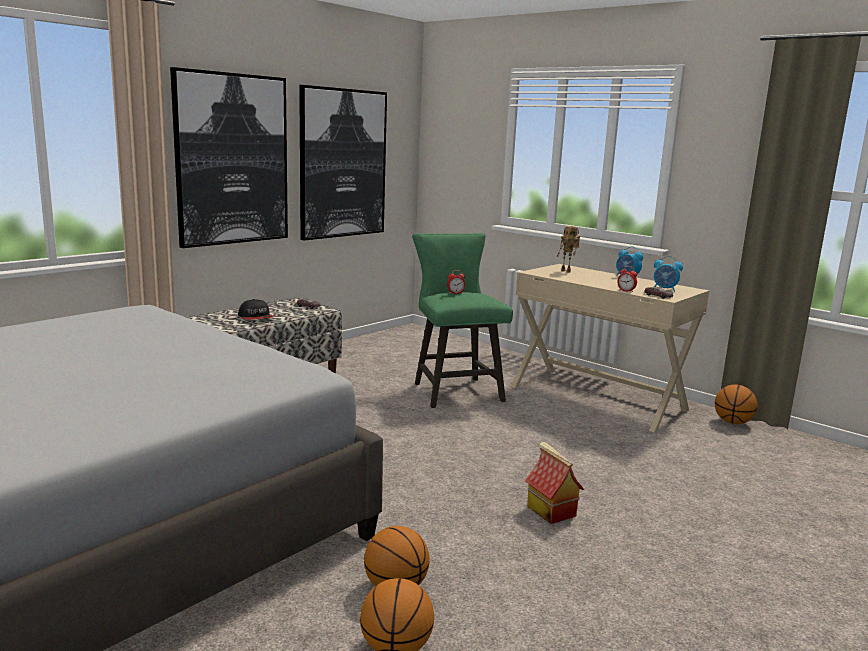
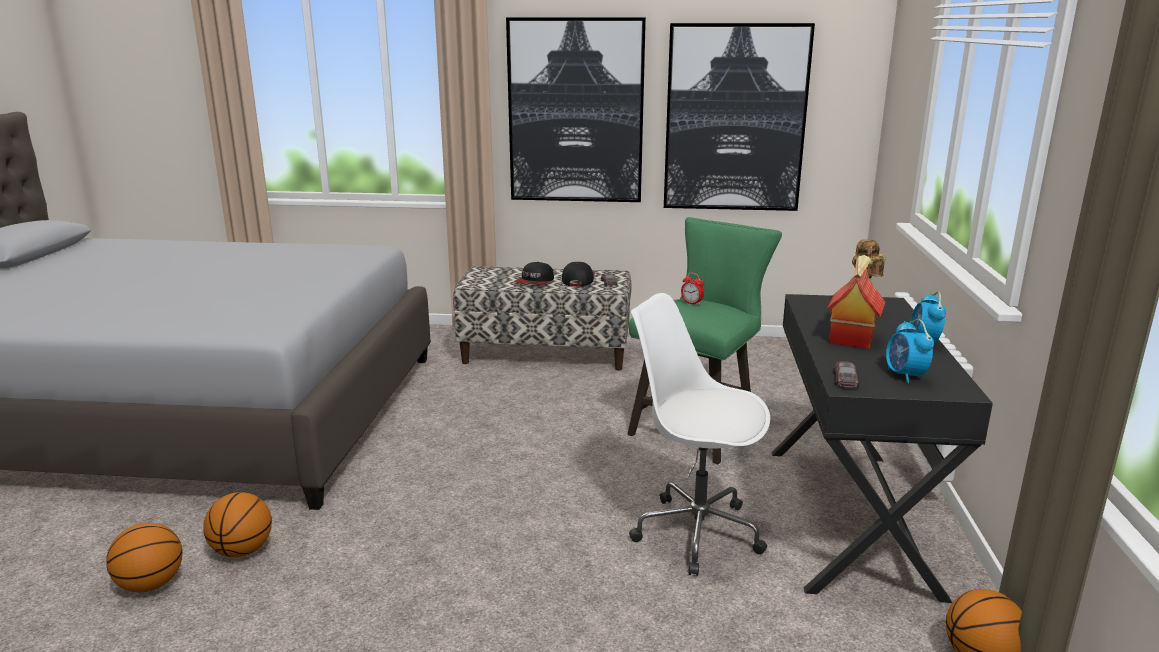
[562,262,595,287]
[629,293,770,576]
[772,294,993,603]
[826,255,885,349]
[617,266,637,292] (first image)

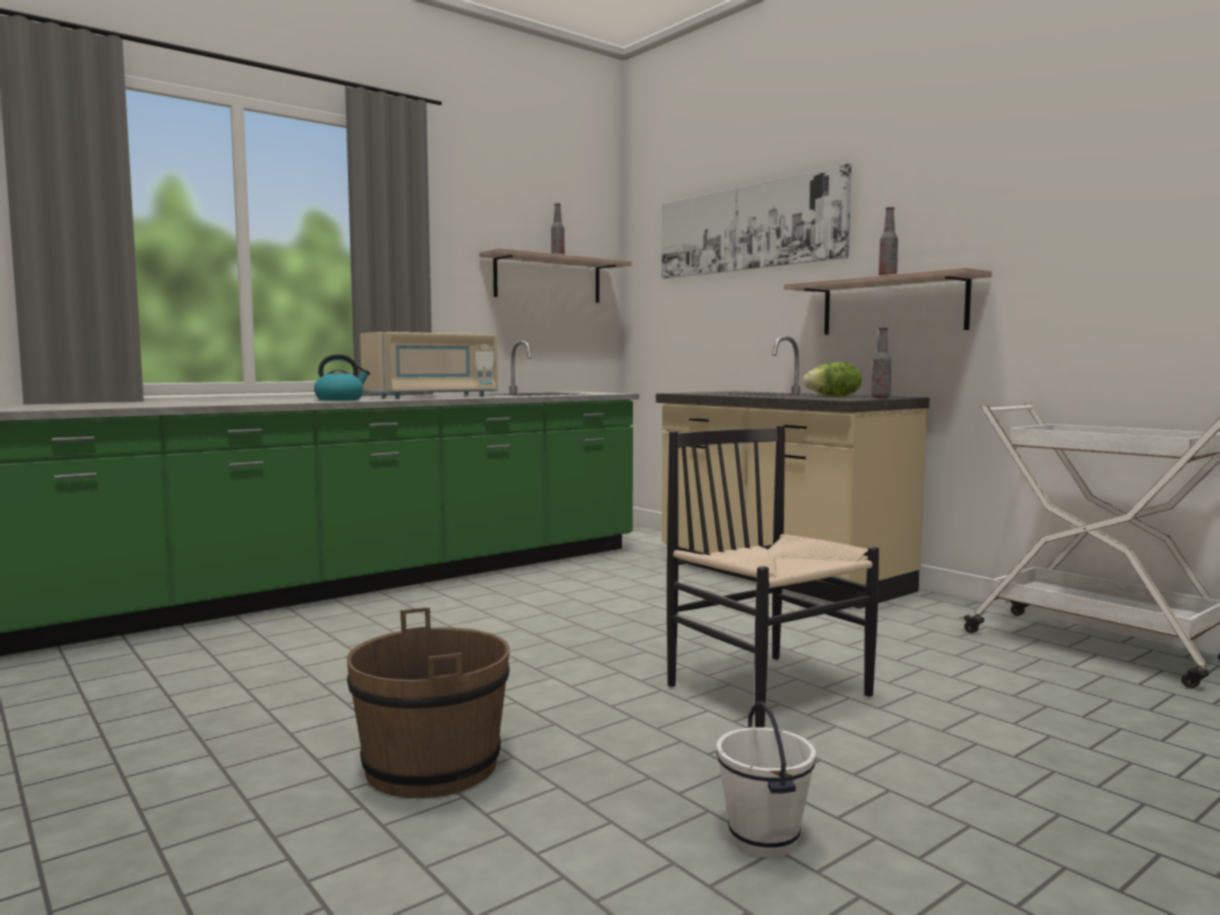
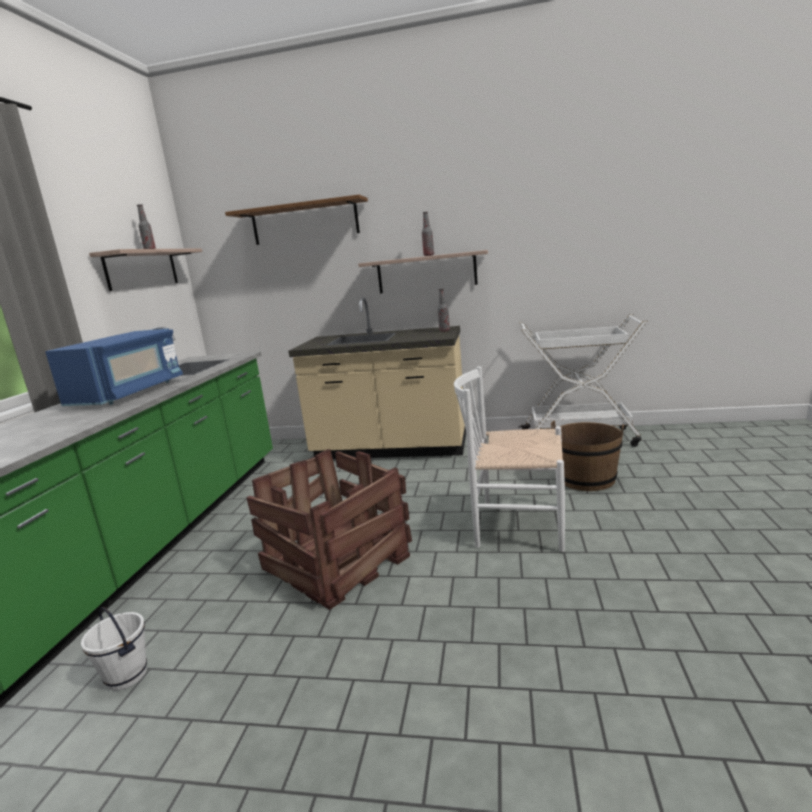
[45,329,183,406]
[81,607,147,691]
[225,195,368,245]
[246,449,412,610]
[454,366,565,552]
[551,421,624,491]
[314,354,370,401] (first image)
[803,362,862,396] (first image)

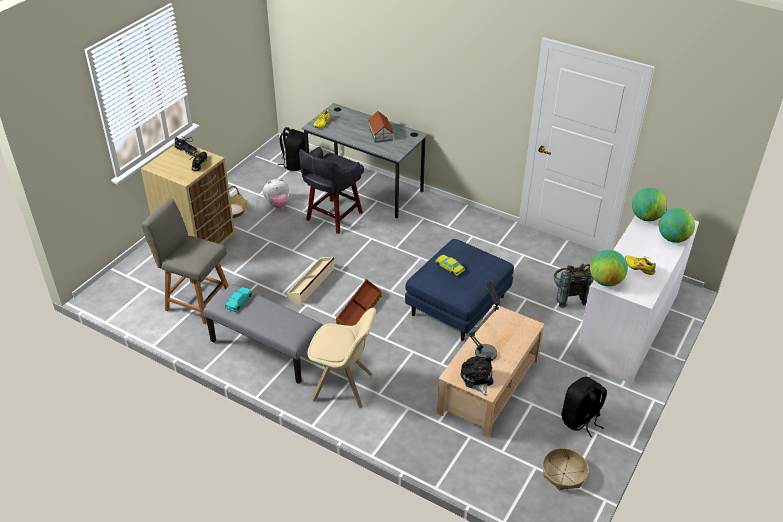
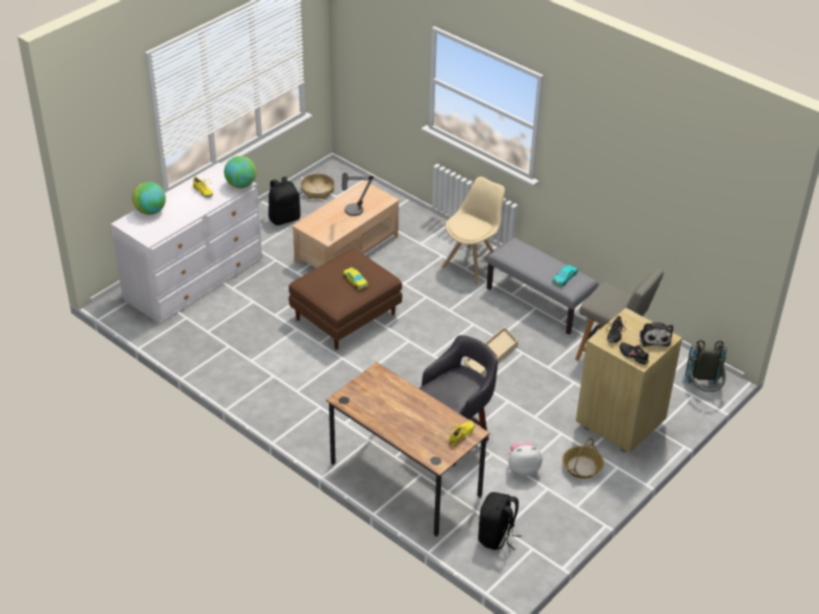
[289,249,402,350]
[326,362,490,536]
[442,177,505,284]
[640,322,673,347]
[682,340,727,392]
[336,279,382,326] (first image)
[368,111,394,143] (first image)
[632,188,667,221] (first image)

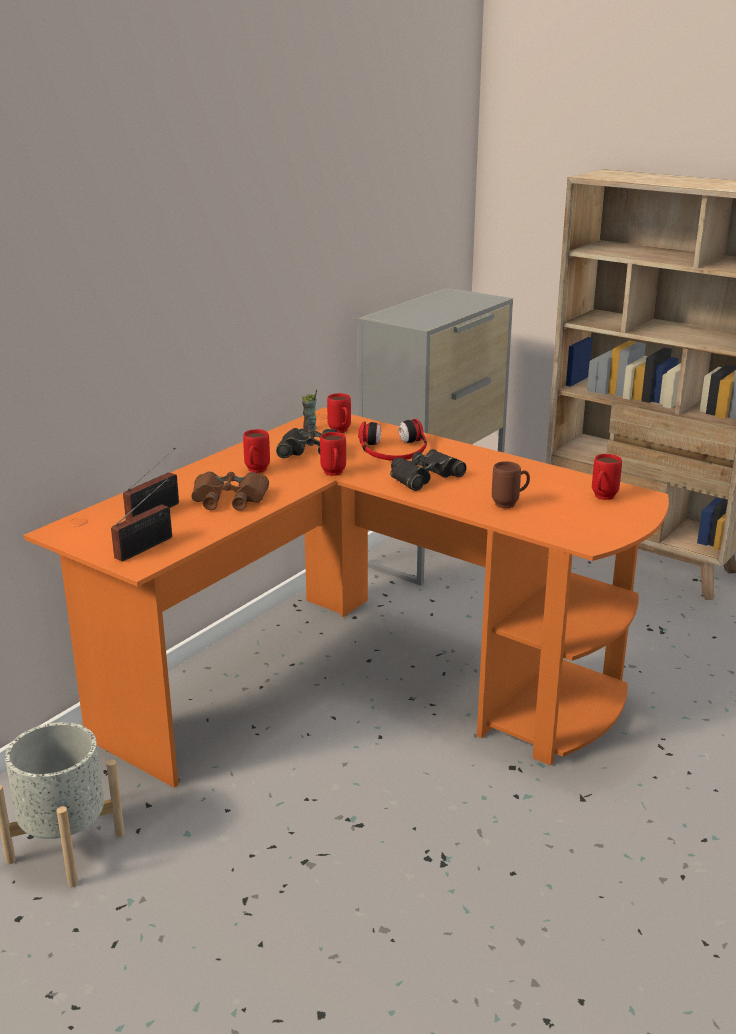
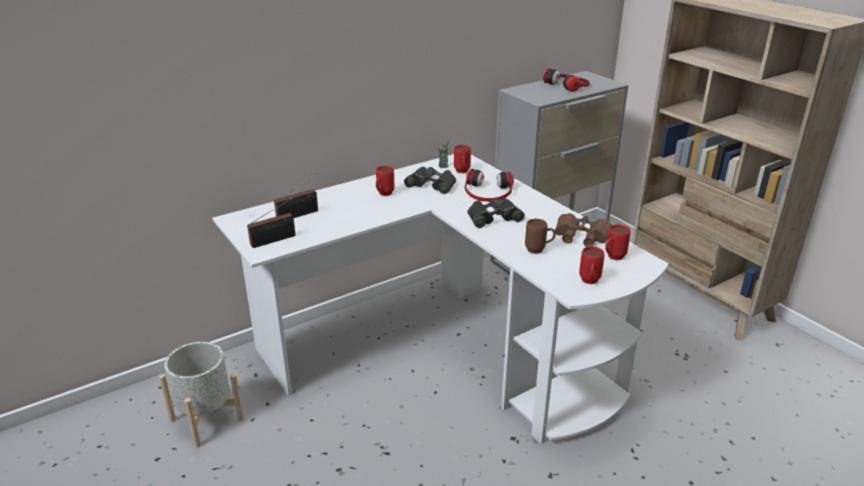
[212,154,669,444]
[543,68,590,92]
[555,213,612,247]
[579,246,604,284]

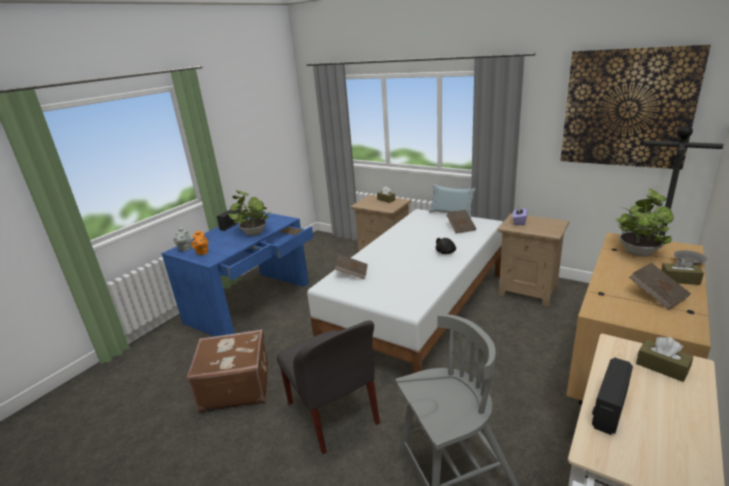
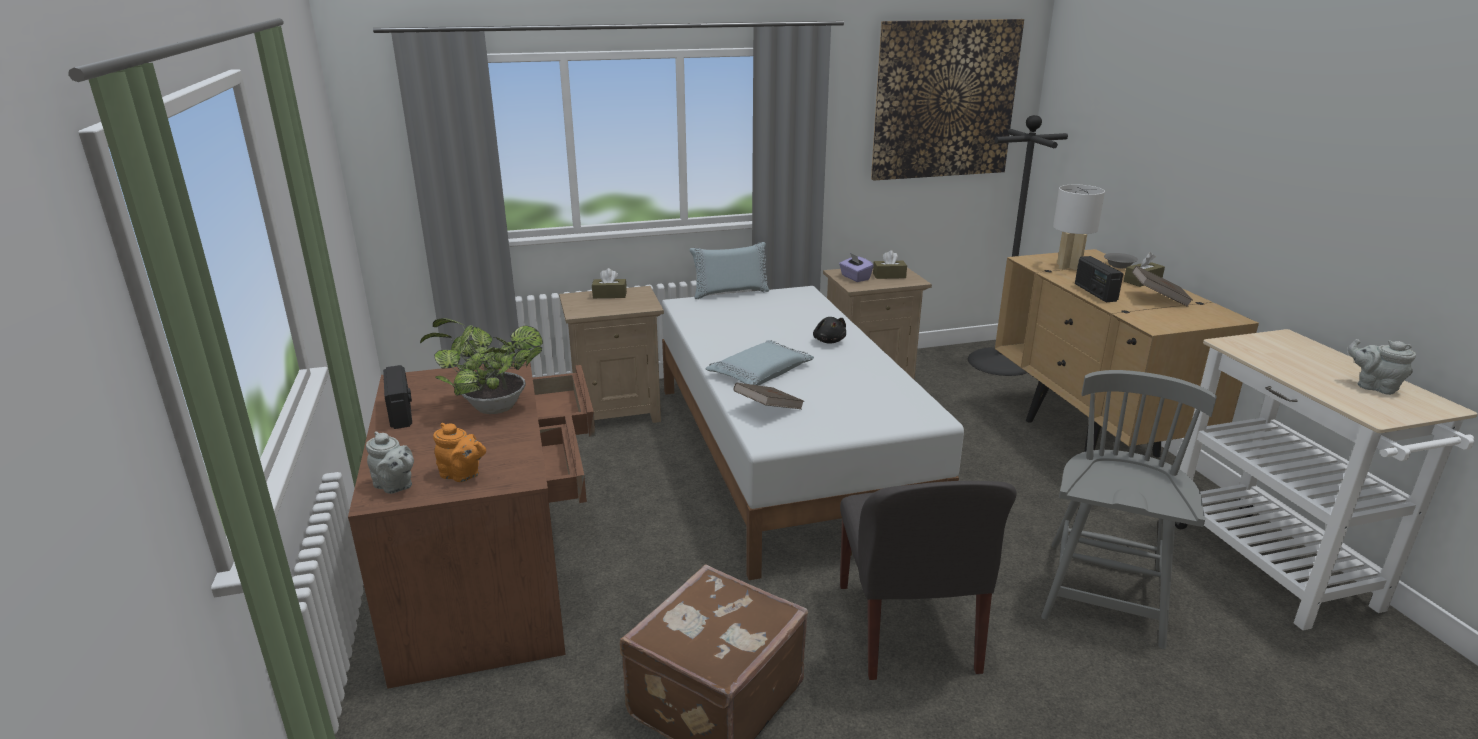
[348,360,596,689]
[706,340,814,385]
[840,481,1017,680]
[873,250,907,279]
[1053,185,1105,270]
[1075,256,1123,302]
[1348,339,1416,395]
[446,210,476,234] (first image)

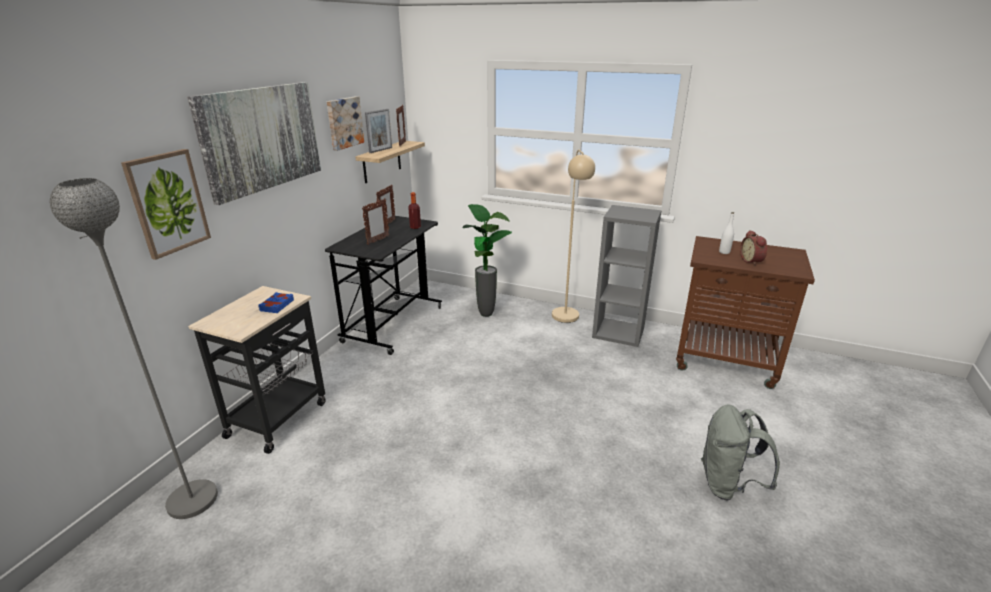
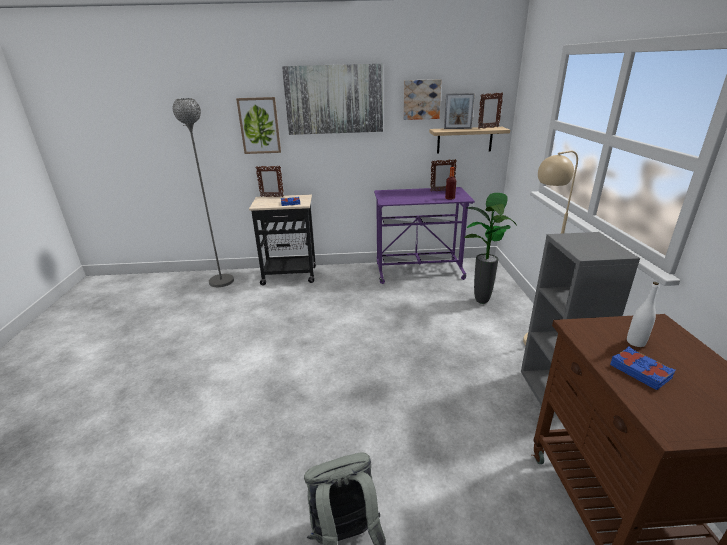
[256,166,284,197]
[374,187,475,284]
[610,346,675,390]

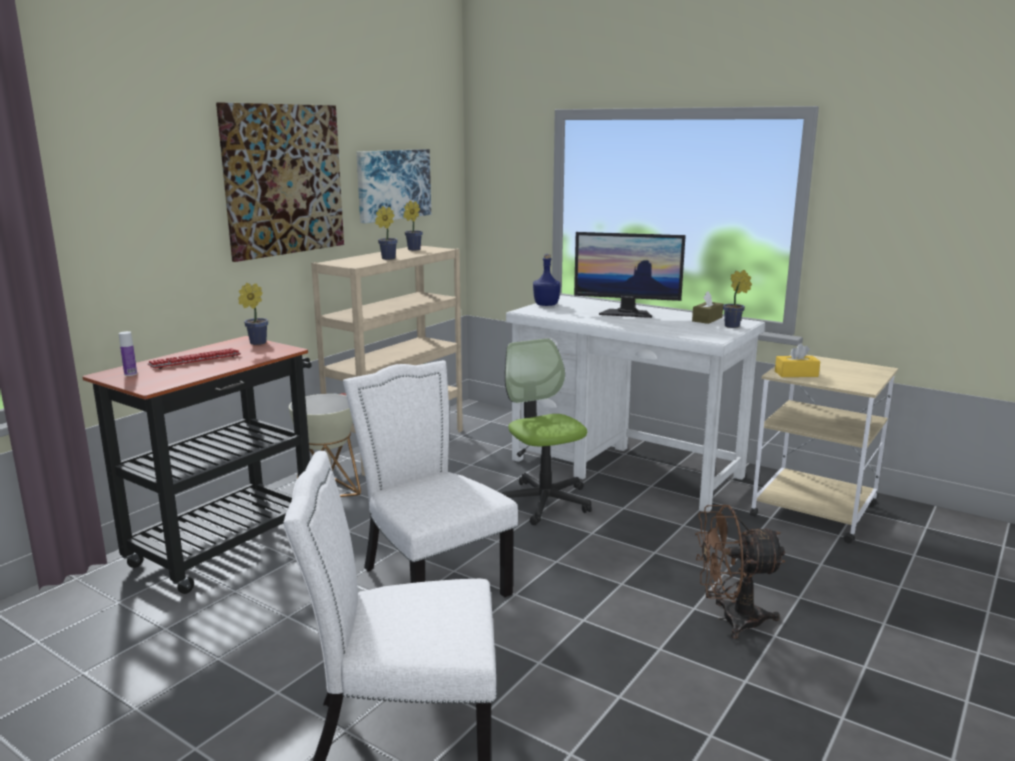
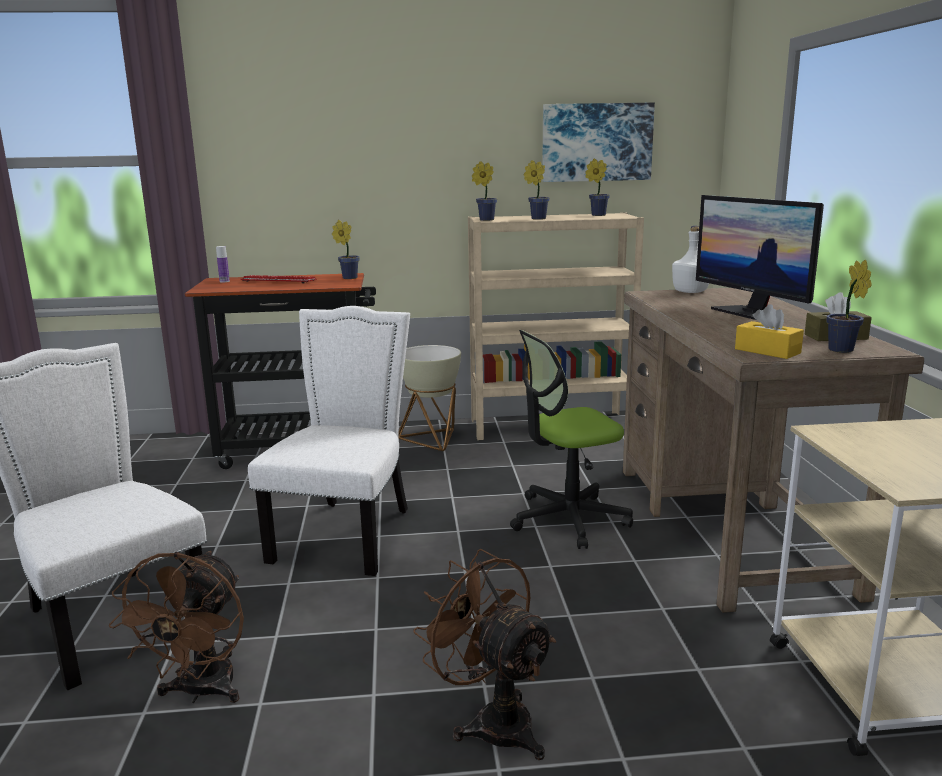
[109,551,244,703]
[472,161,497,221]
[510,330,633,549]
[623,288,924,613]
[672,226,709,293]
[735,304,804,359]
[216,102,344,262] (first image)

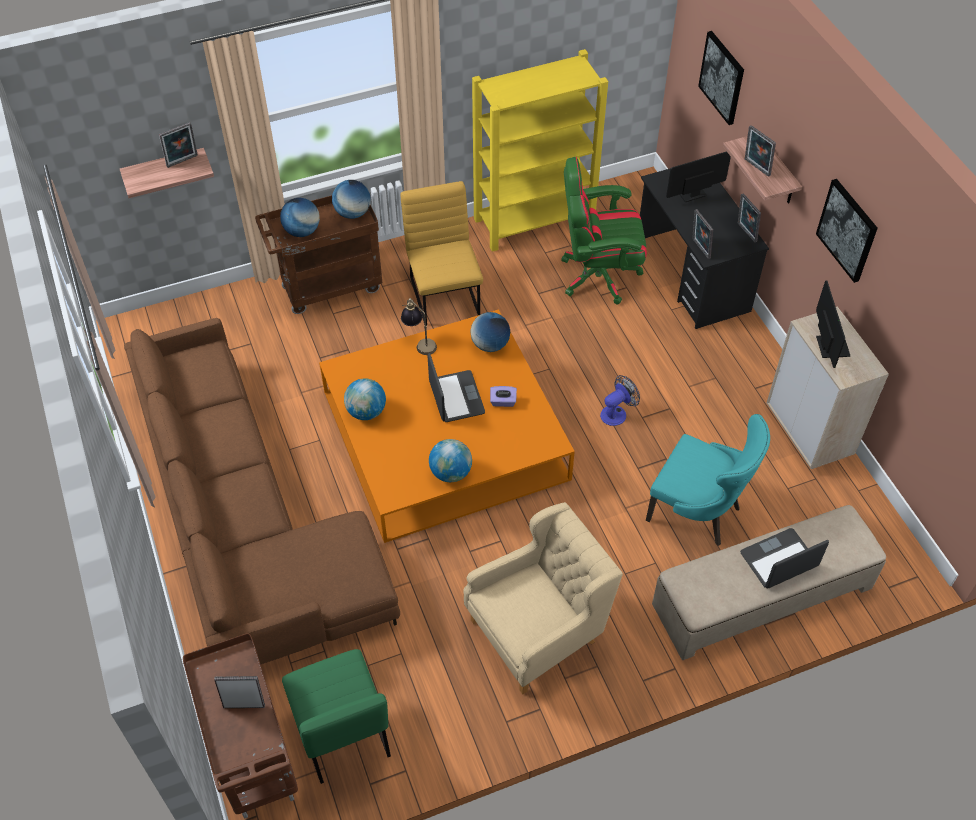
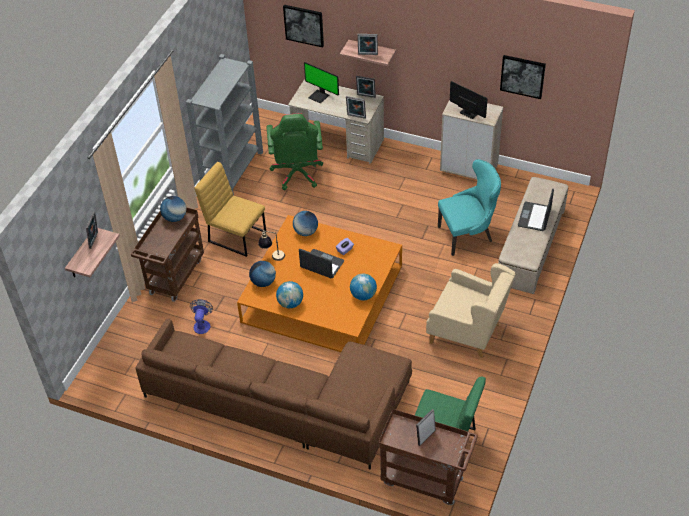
[186,54,263,196]
[190,299,213,334]
[249,261,276,287]
[266,113,323,190]
[288,79,384,164]
[304,62,339,104]
[426,263,515,358]
[500,55,546,99]

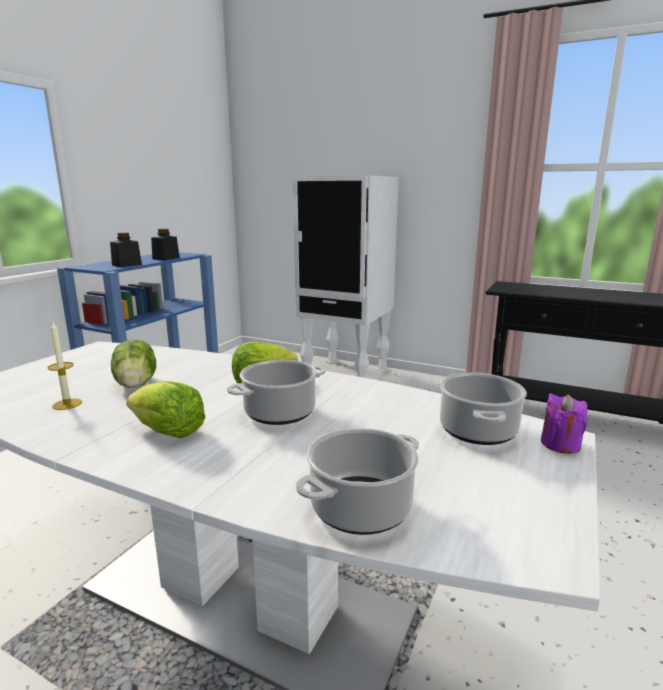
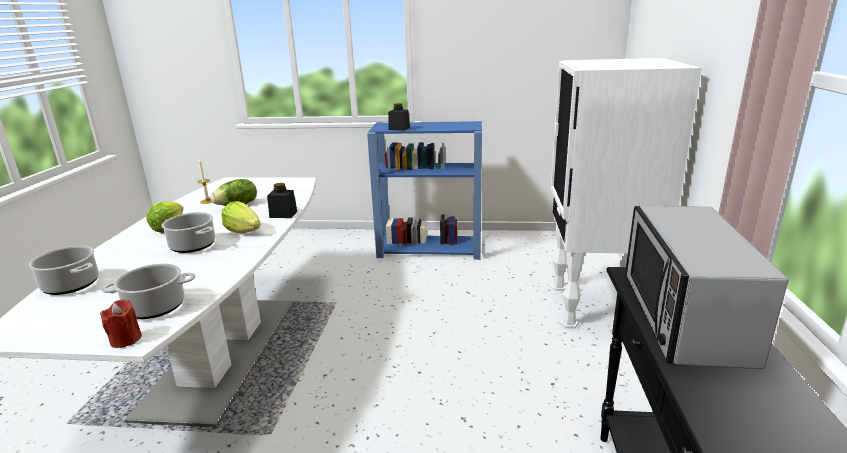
[100,299,142,348]
[267,183,297,218]
[625,205,788,369]

